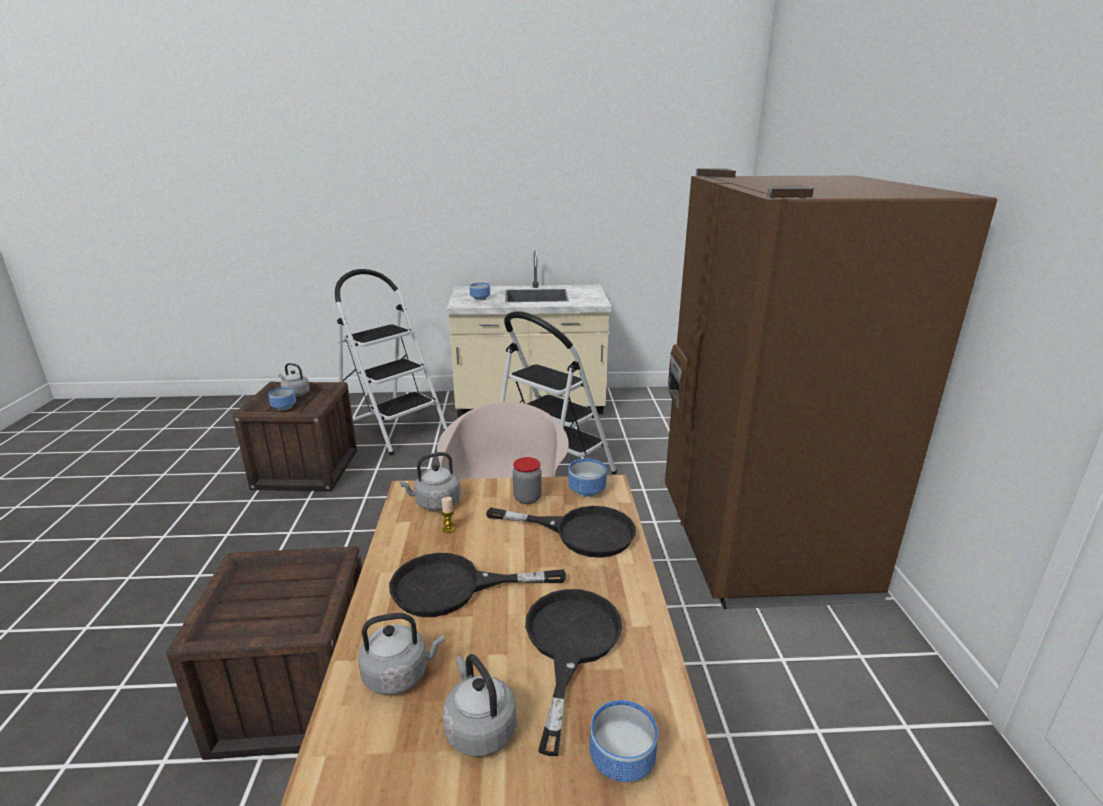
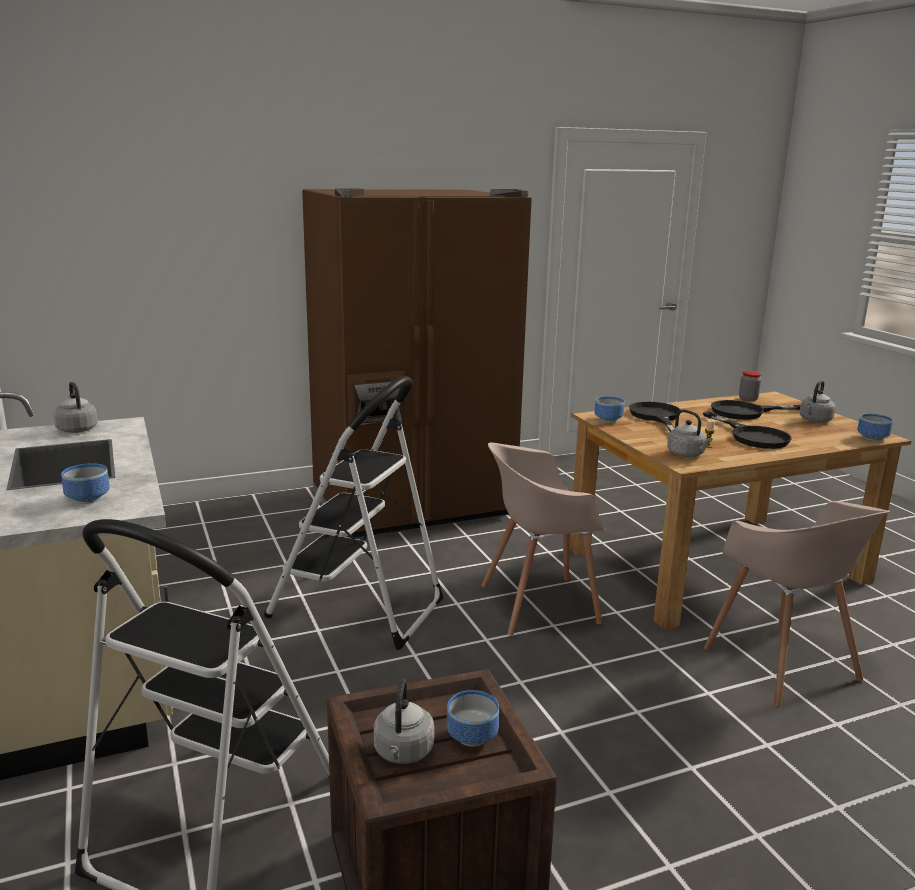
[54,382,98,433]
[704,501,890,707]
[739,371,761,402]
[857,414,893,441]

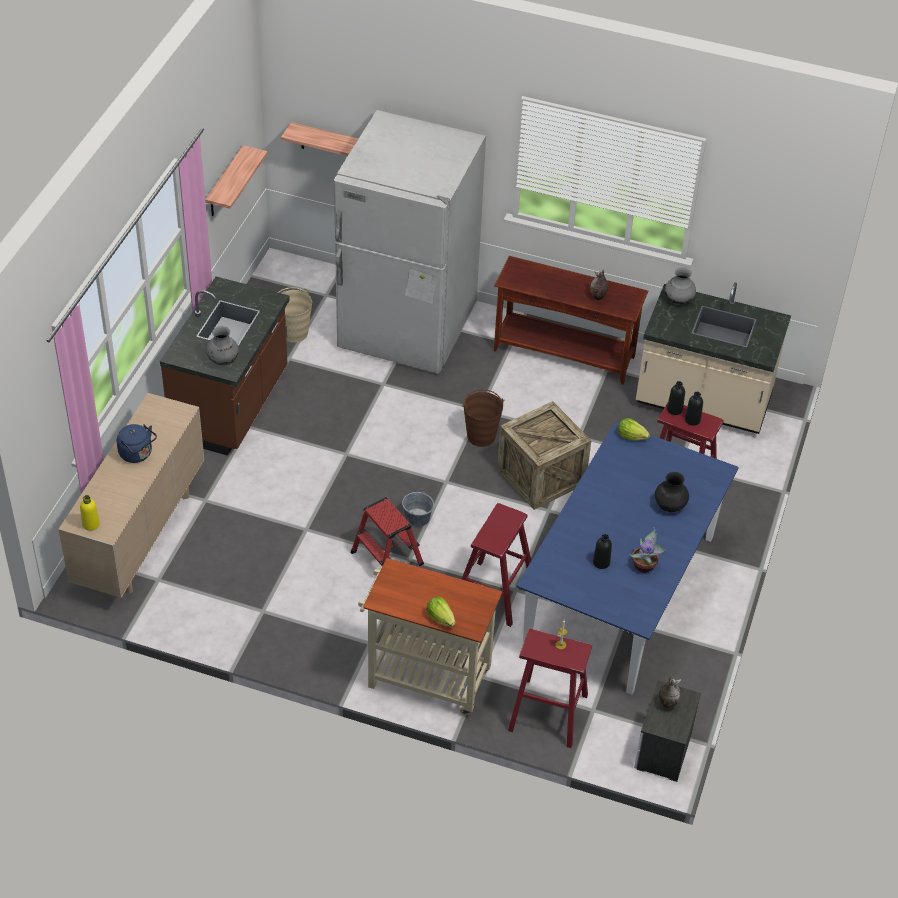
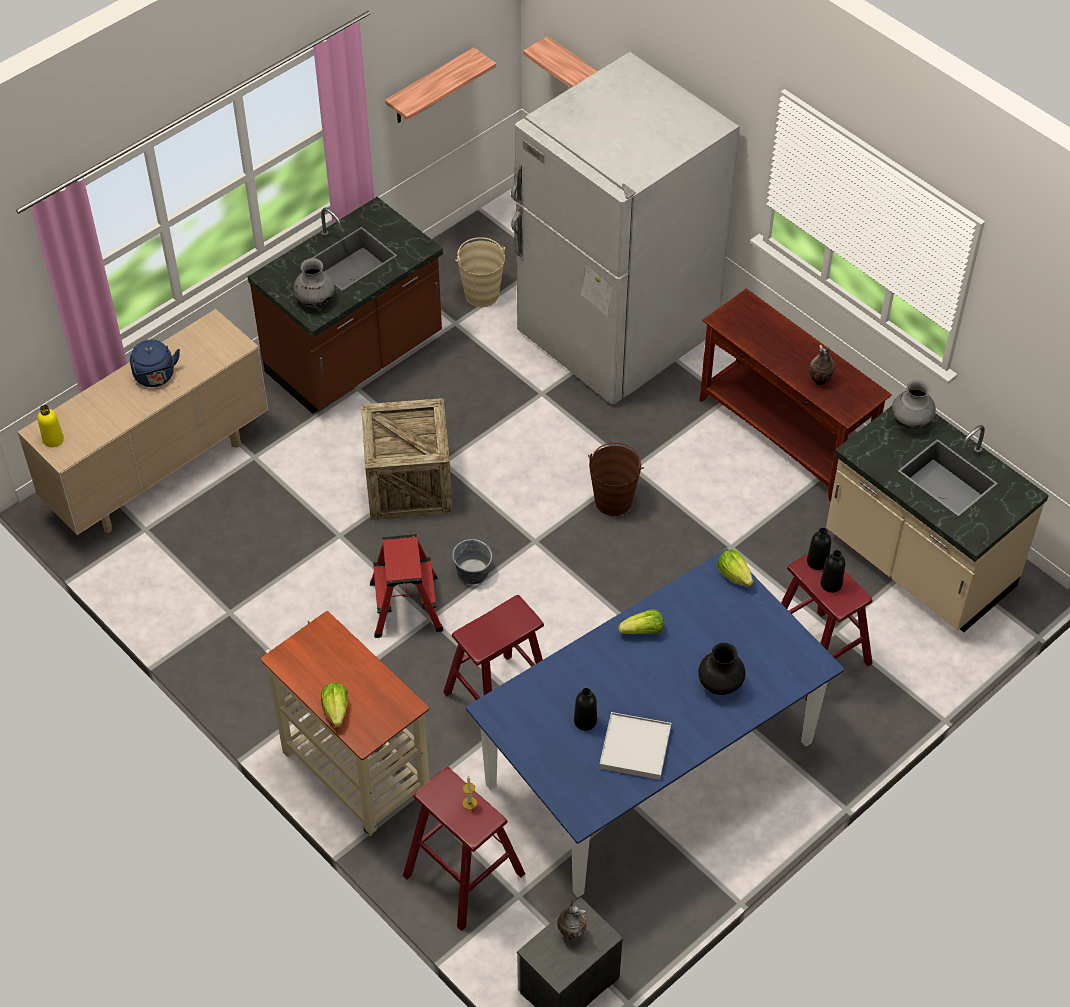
[361,398,452,520]
[599,712,671,780]
[619,609,664,634]

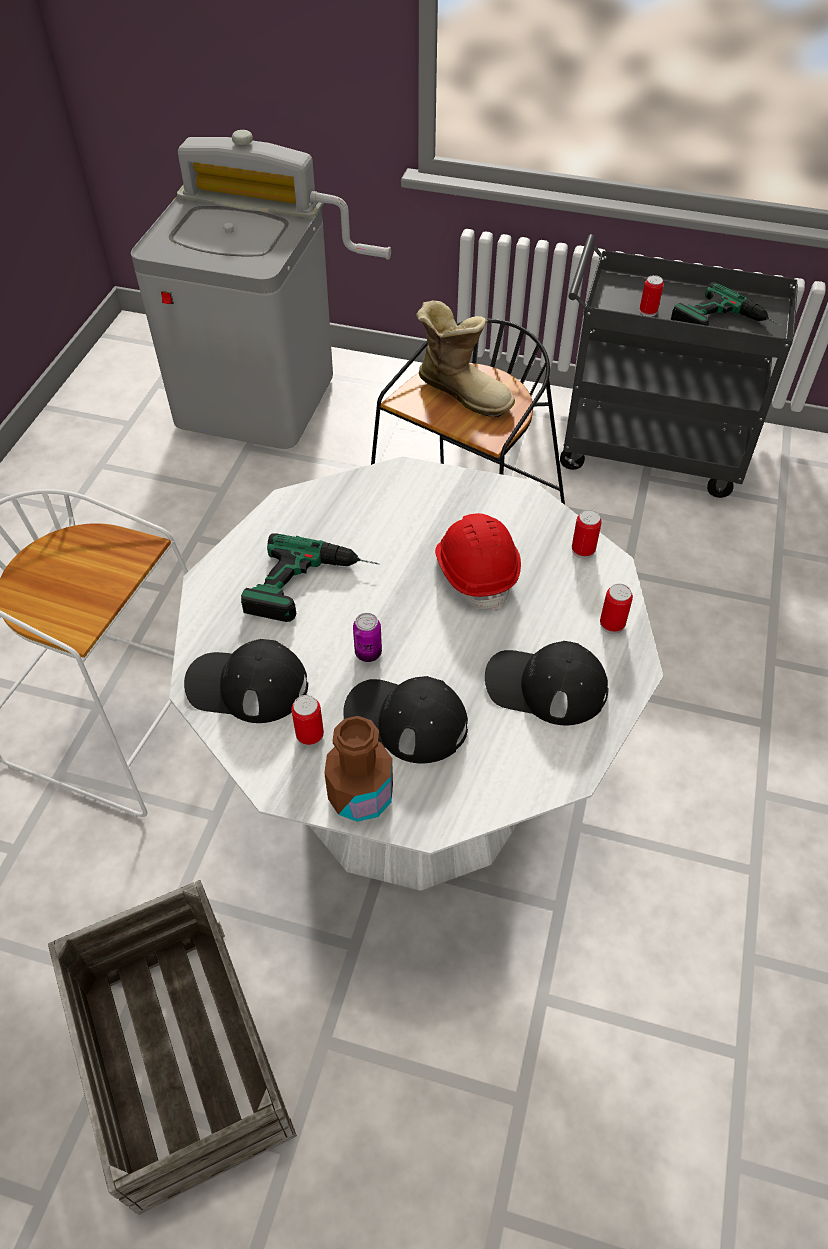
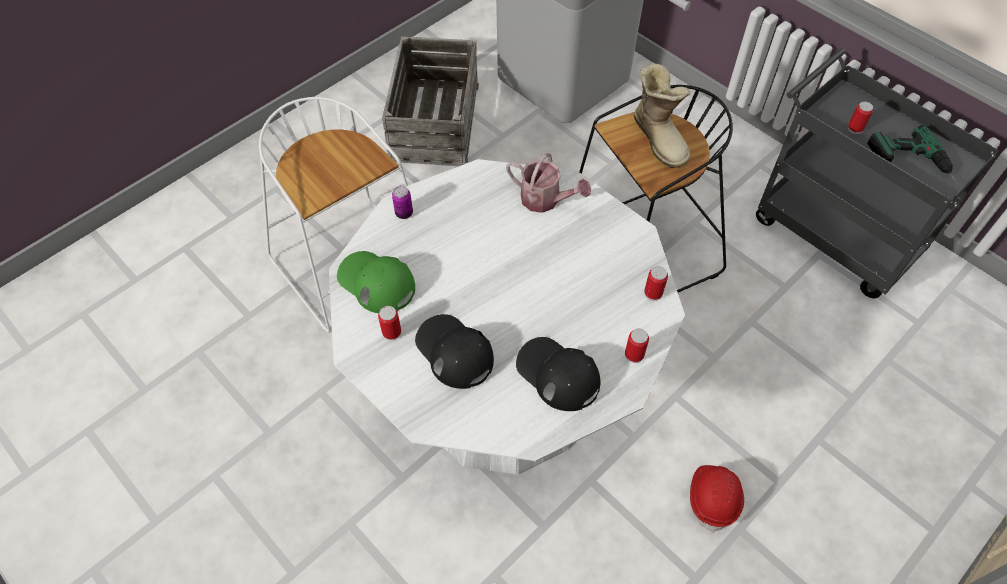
[337,251,415,313]
[382,36,479,166]
[392,186,413,219]
[506,153,591,213]
[690,465,744,533]
[241,533,379,622] (first image)
[324,716,393,822] (first image)

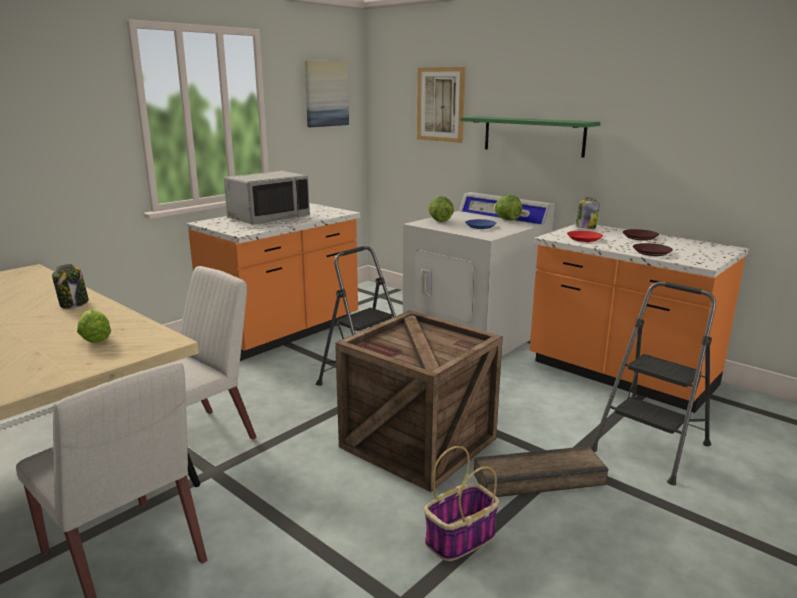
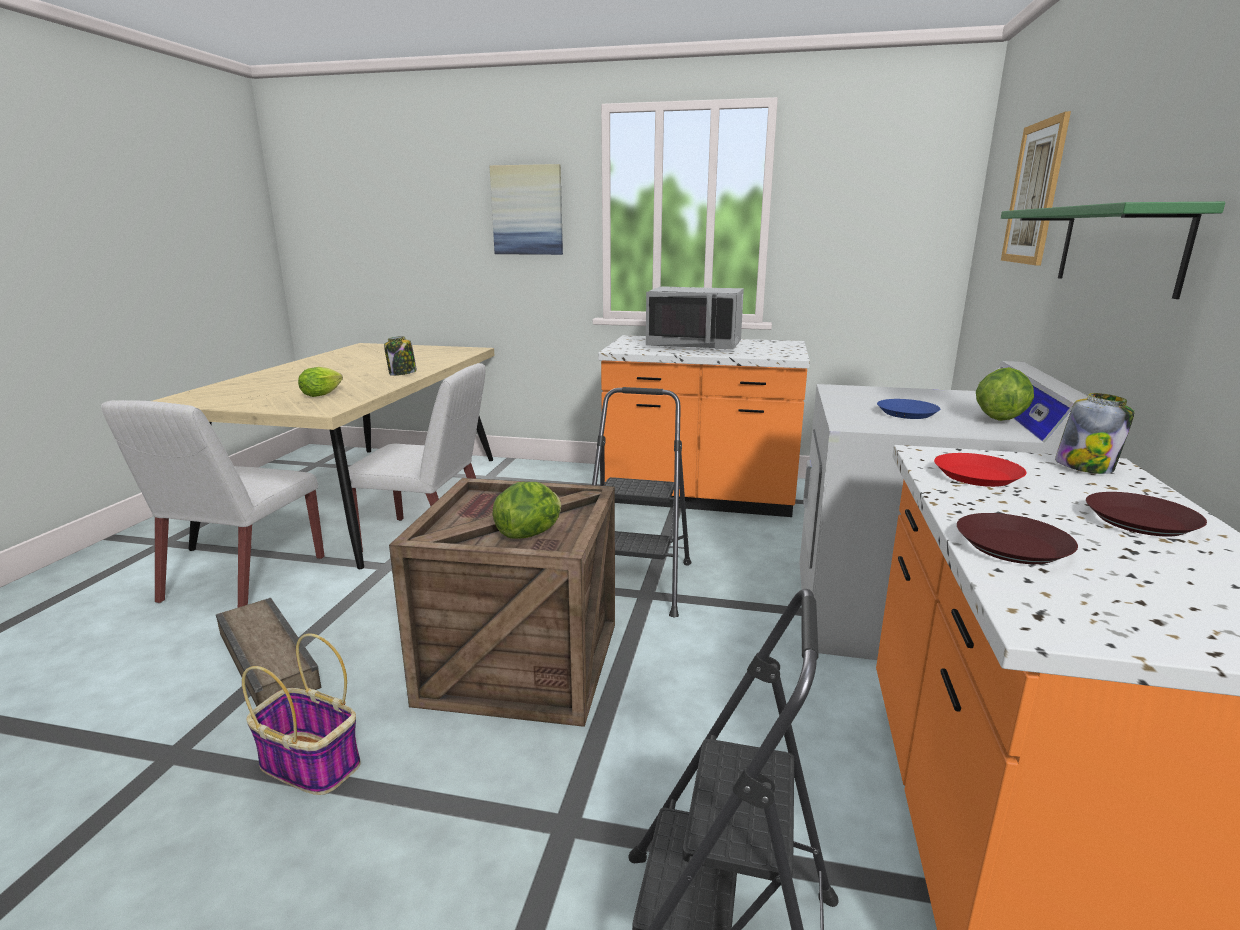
[216,598,321,707]
[489,164,563,255]
[493,482,561,539]

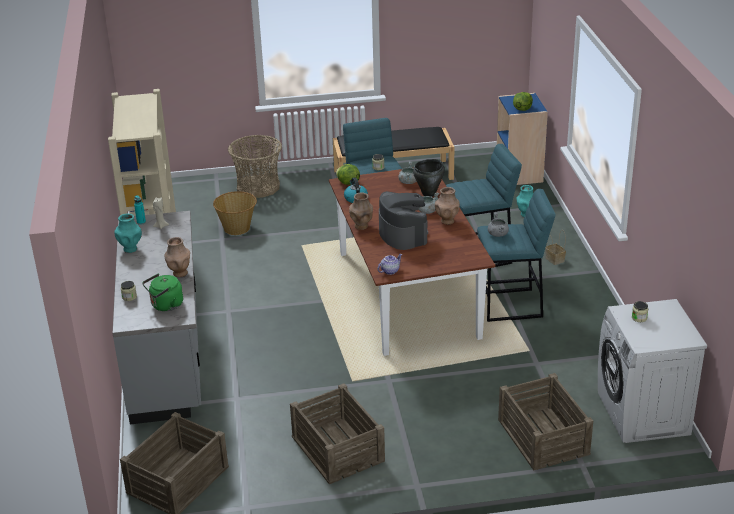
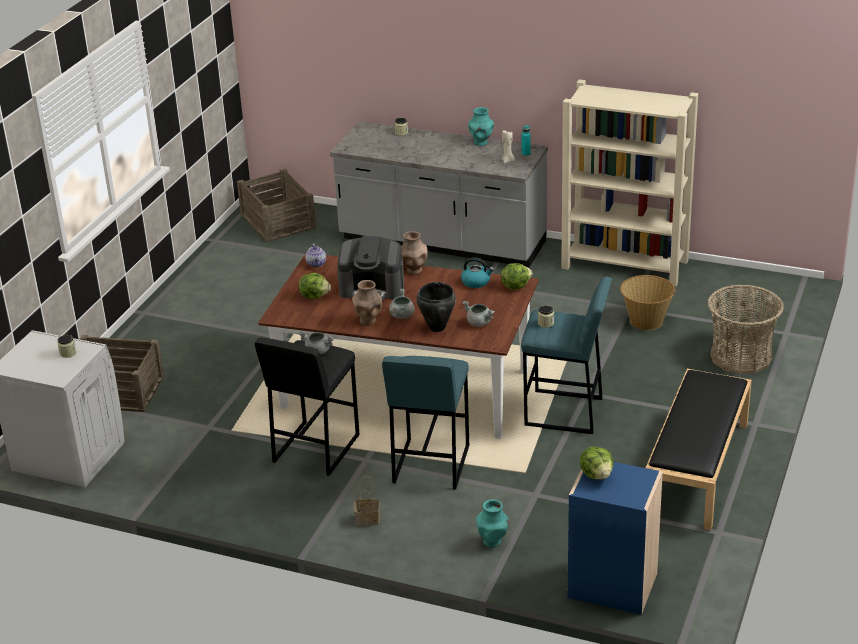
[254,338,360,476]
[299,272,331,299]
[142,274,183,311] (first image)
[164,237,190,277] (first image)
[290,383,385,484] (first image)

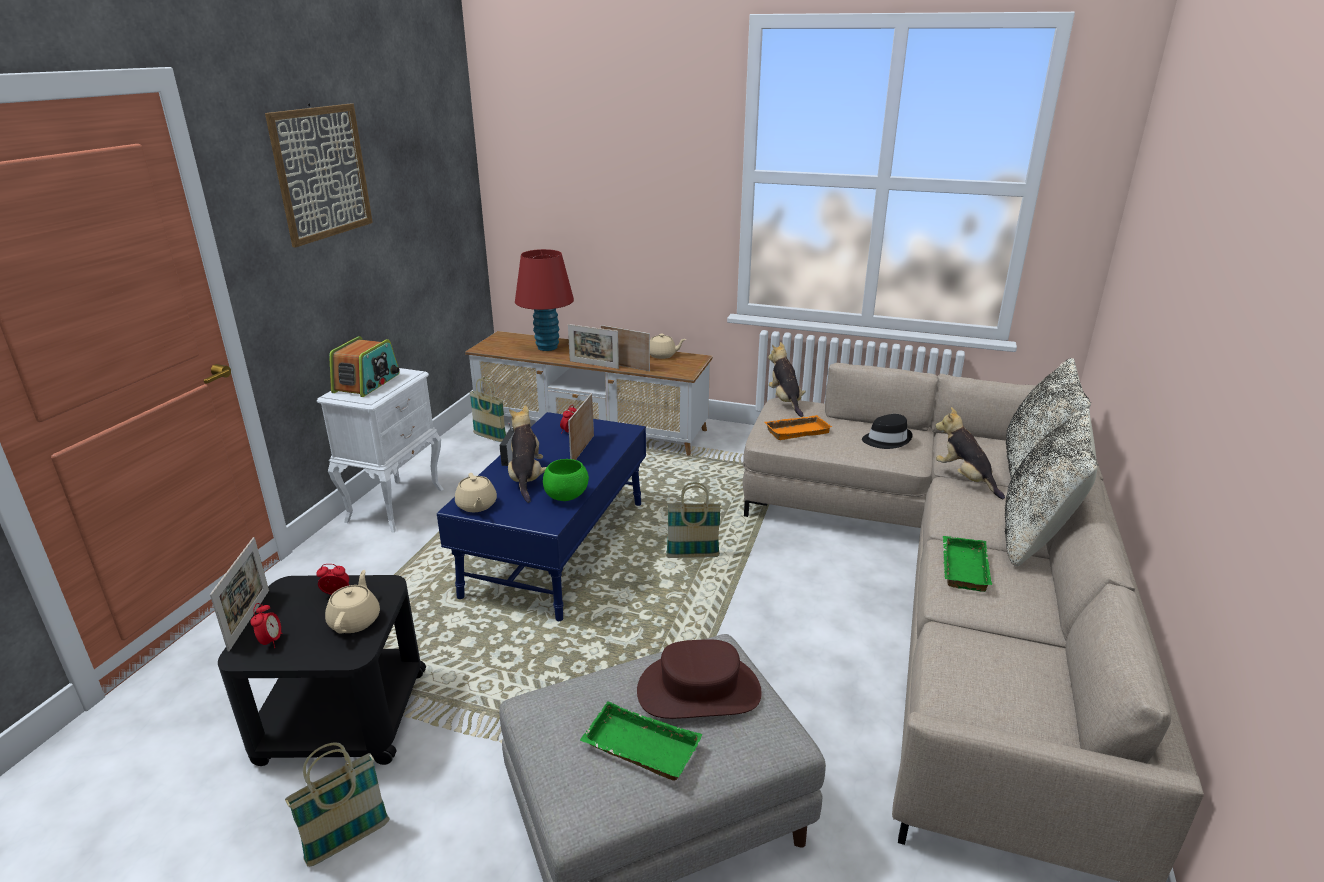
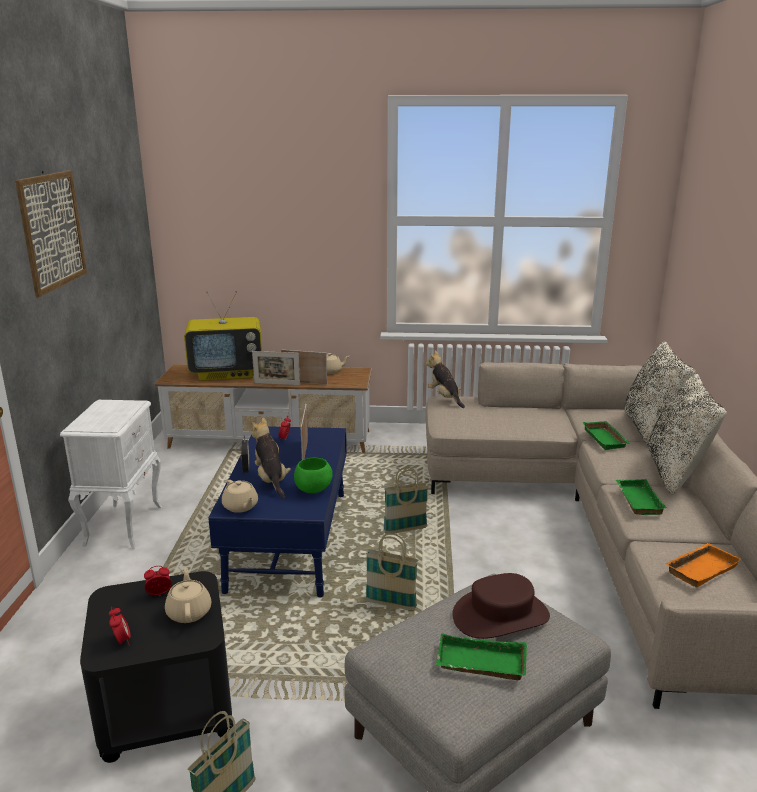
[184,291,262,381]
[365,533,419,611]
[583,421,631,450]
[665,543,742,587]
[210,537,269,652] (first image)
[329,336,400,397] (first image)
[862,414,913,449] (first image)

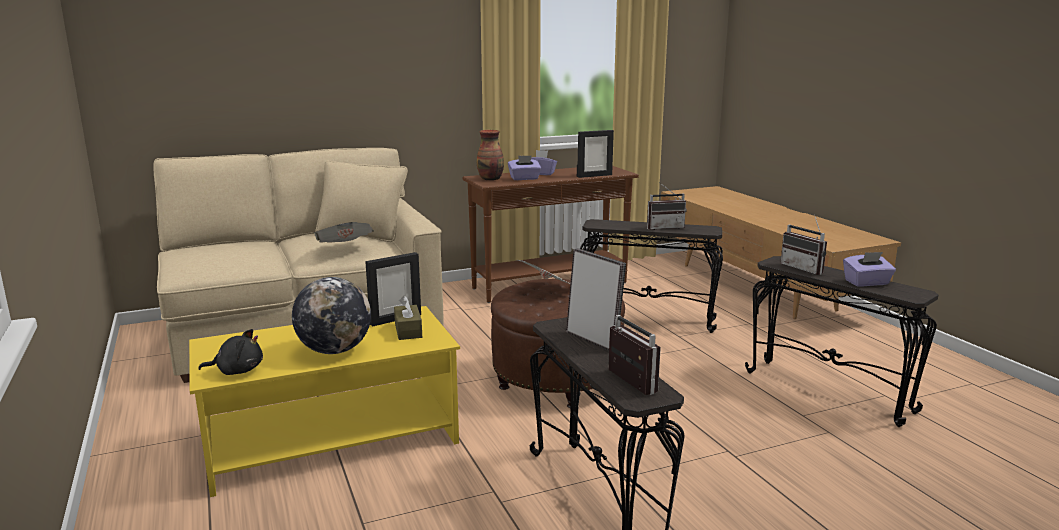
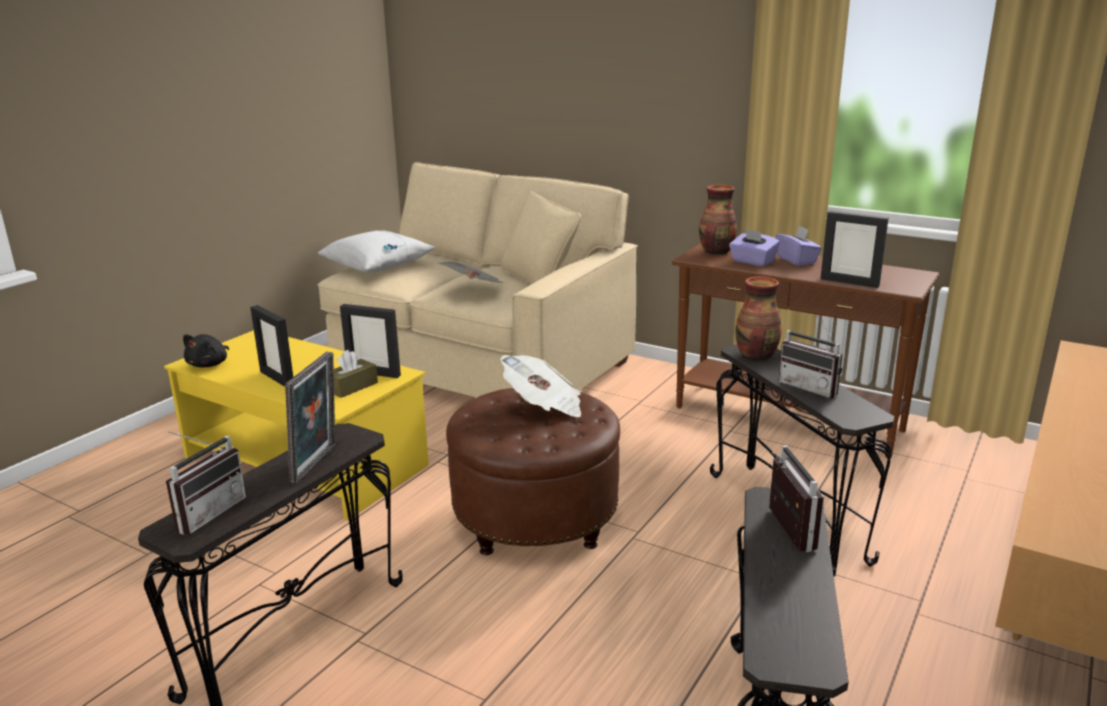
[183,334,229,368]
[250,305,293,387]
[318,230,435,273]
[735,277,782,361]
[769,445,824,552]
[843,252,896,287] (first image)

